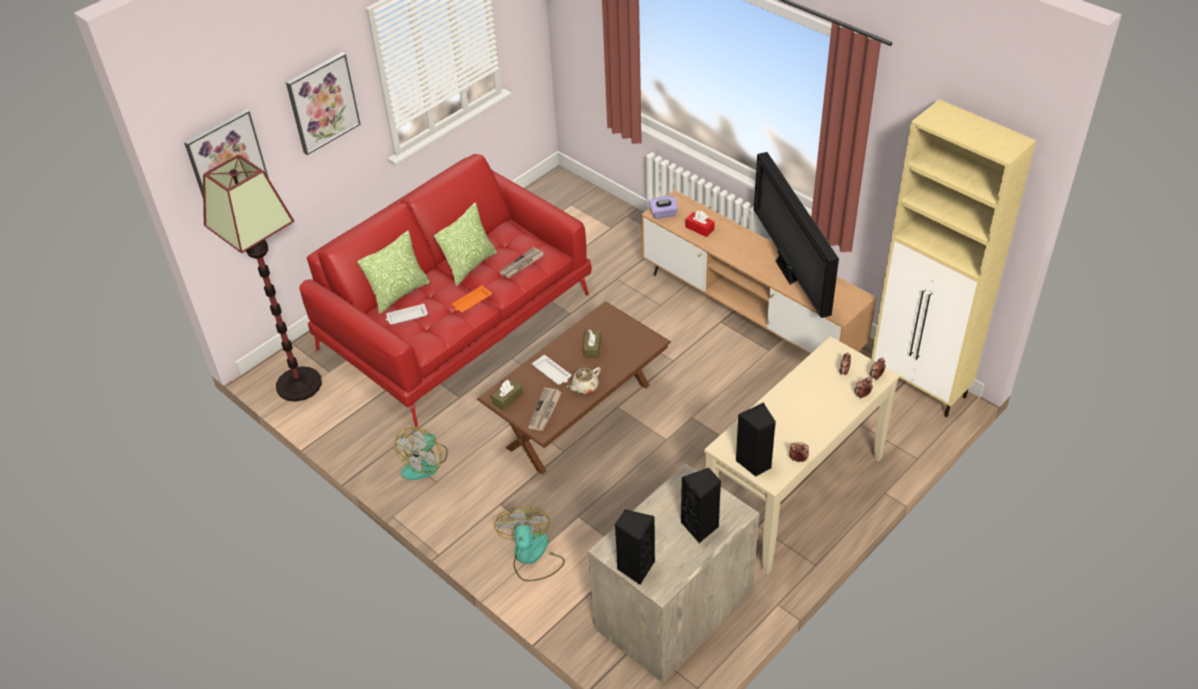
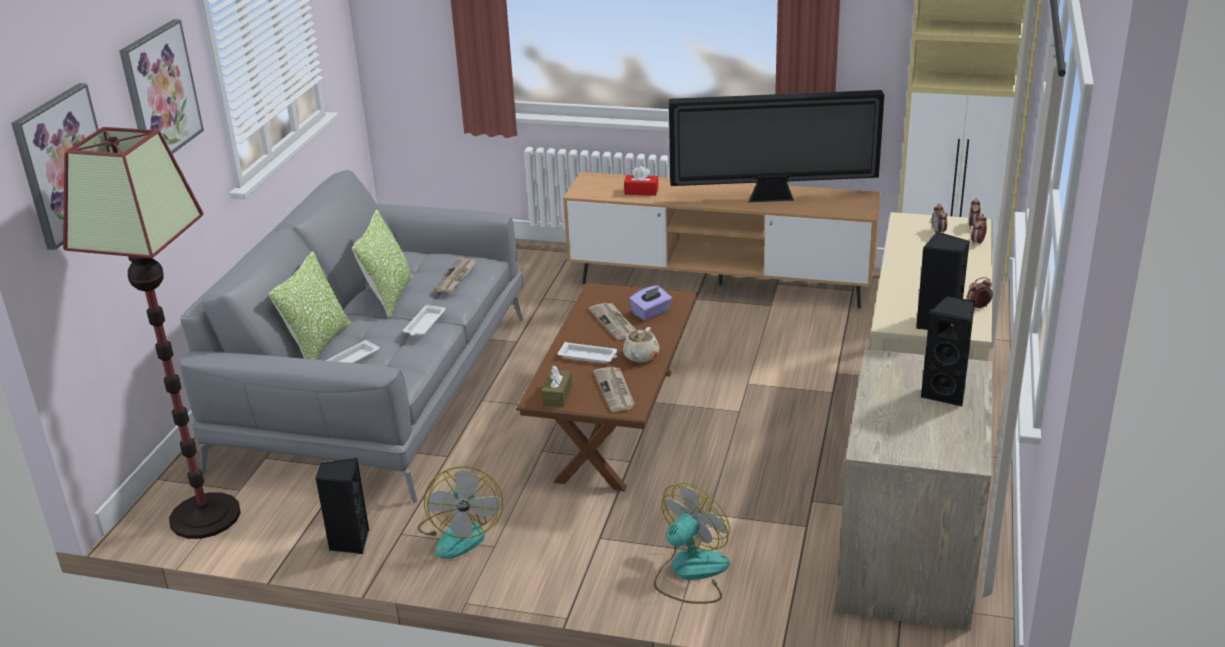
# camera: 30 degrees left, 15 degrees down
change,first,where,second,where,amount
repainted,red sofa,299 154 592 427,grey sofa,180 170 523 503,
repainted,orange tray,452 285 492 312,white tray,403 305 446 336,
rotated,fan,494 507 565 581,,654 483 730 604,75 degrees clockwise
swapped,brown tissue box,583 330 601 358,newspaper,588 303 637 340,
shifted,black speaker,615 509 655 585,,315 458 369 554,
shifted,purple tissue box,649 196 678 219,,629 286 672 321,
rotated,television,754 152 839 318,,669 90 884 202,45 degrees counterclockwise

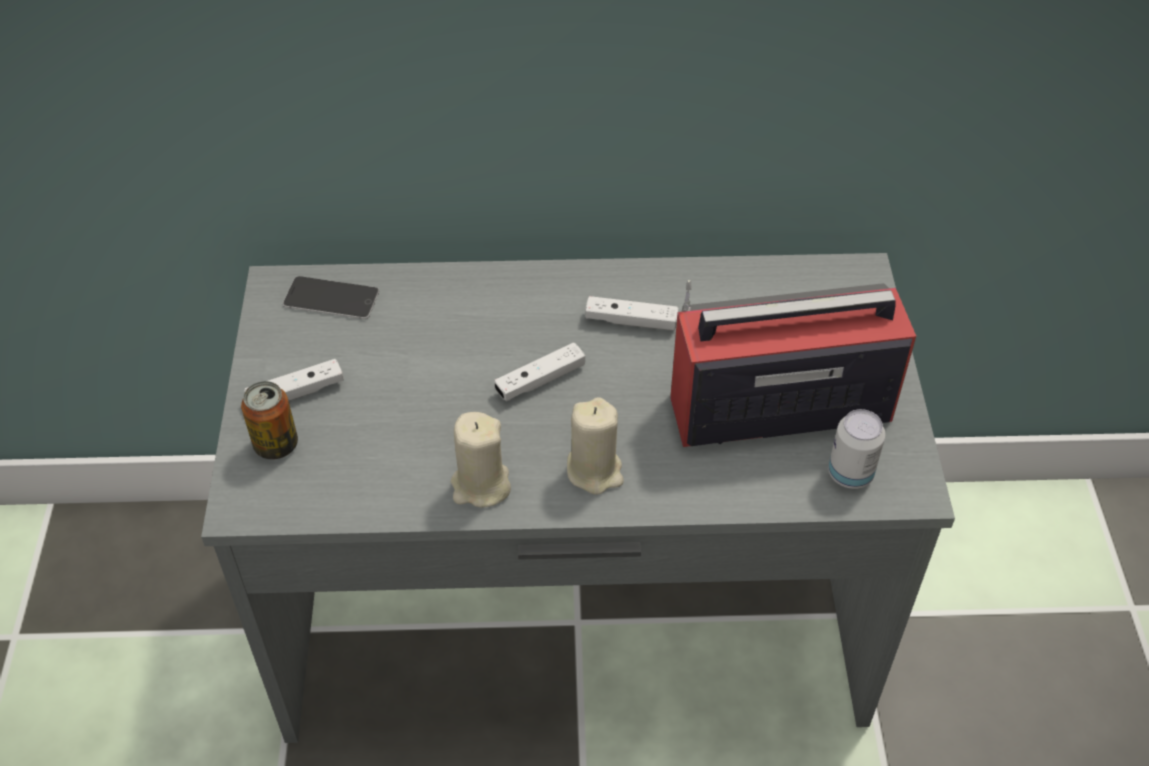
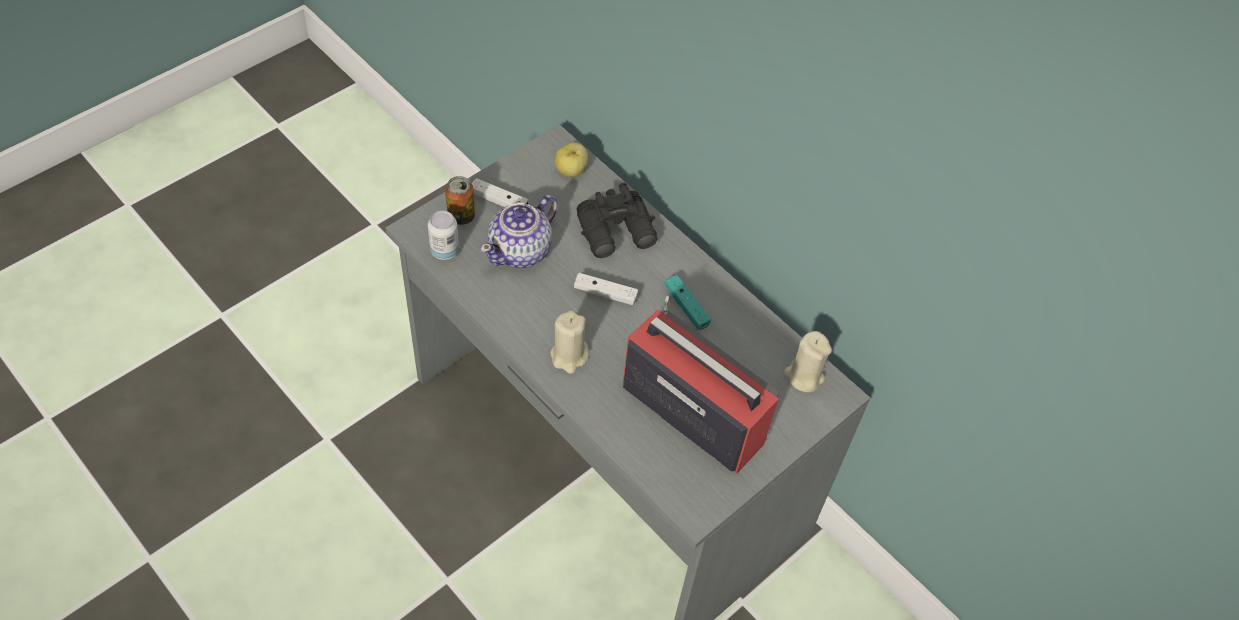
# camera: 45 degrees right, 5 degrees up
change,first,where,second,where,amount
swapped,phone,283 276 379 319,apple,555 143 588 177,
shifted,beige candle,451 412 511 508,,783 331 832 392,
repainted,white game controller,585 296 679 331,turquoise game controller,664 275 711 330,
shifted,can,828 409 885 489,,428 211 459 260,
new,,,teapot,480 195 558 268,
new,,,black binoculars,577 182 657 258,

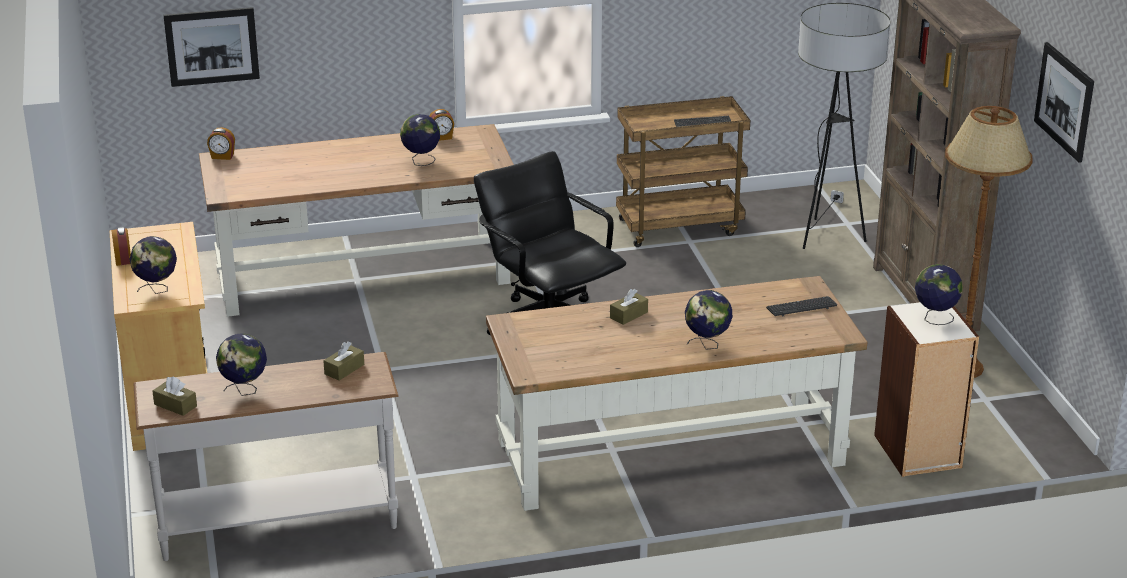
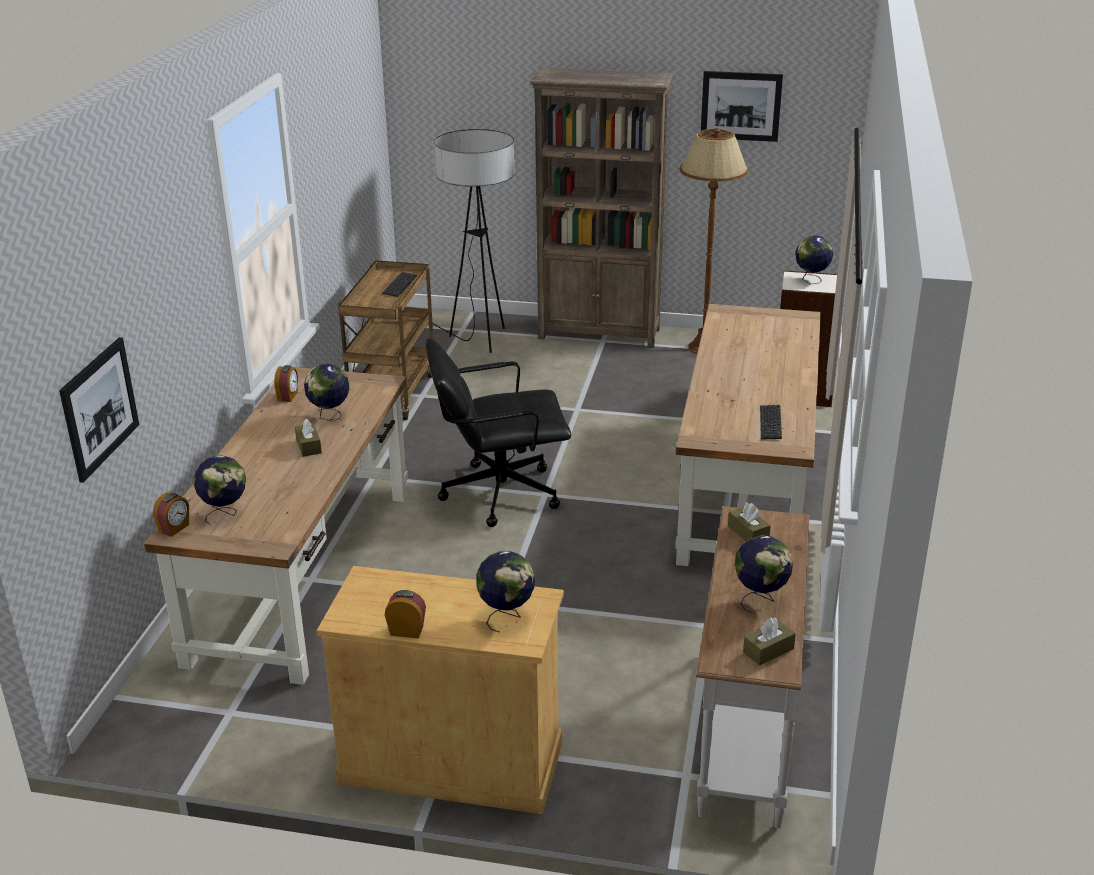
# camera: 65 degrees left, 0 degrees up
change,first,where,second,where,amount
shifted,brown tissue box,610 289 648 325,,295 419 322 457,
shifted,globe,685 290 732 350,,194 455 246 525,
shifted,keyboard,766 296 838 317,,760 405 782 440,

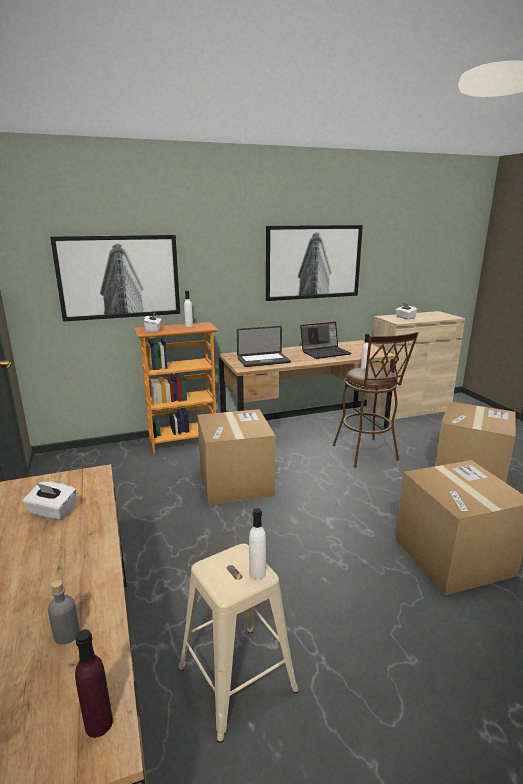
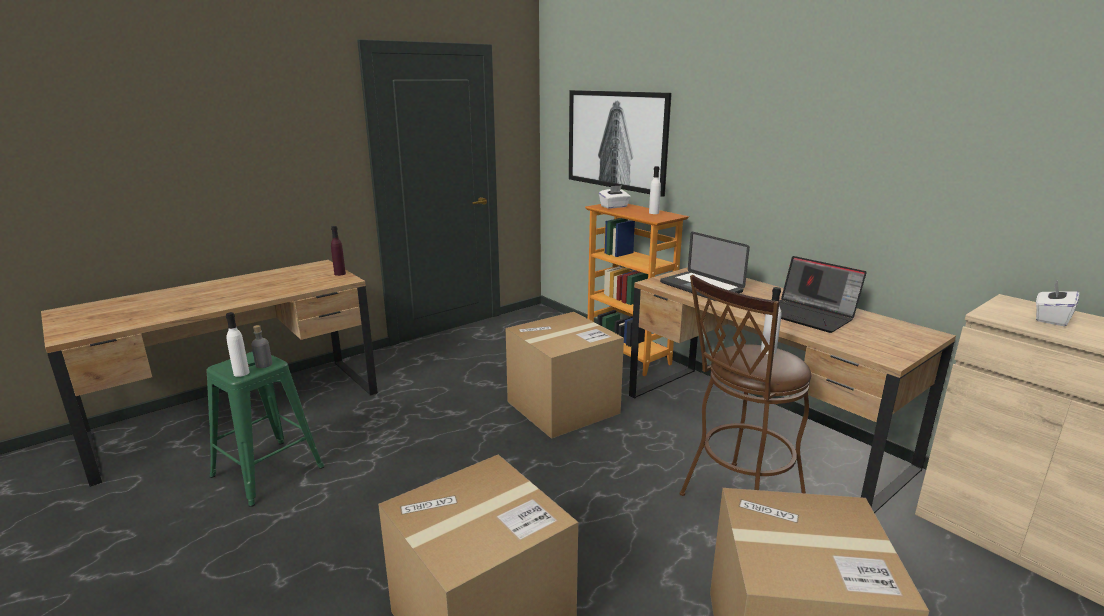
# camera: 70 degrees right, 0 degrees up
change,first,where,second,where,amount
gone,white tissue box,23 481 77 520,,,
shifted,grey bottle,48 579 80 645,,251 325 272 368,
shifted,purple bottle,75 629 113 738,,331 226 346 276,
repainted,beige stool,178 544 299 743,green stool,206 351 325 507,
gone,picture,266 225 363 301,,,

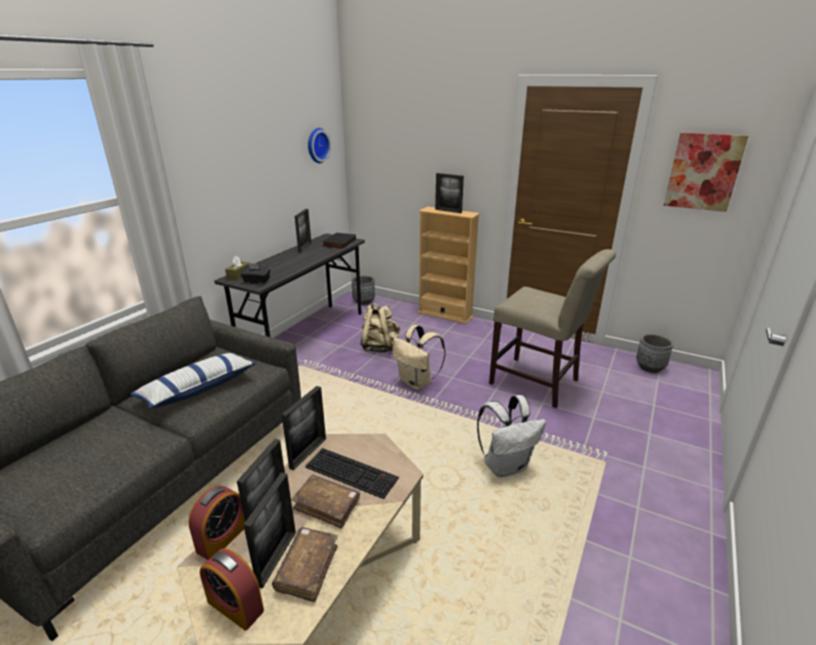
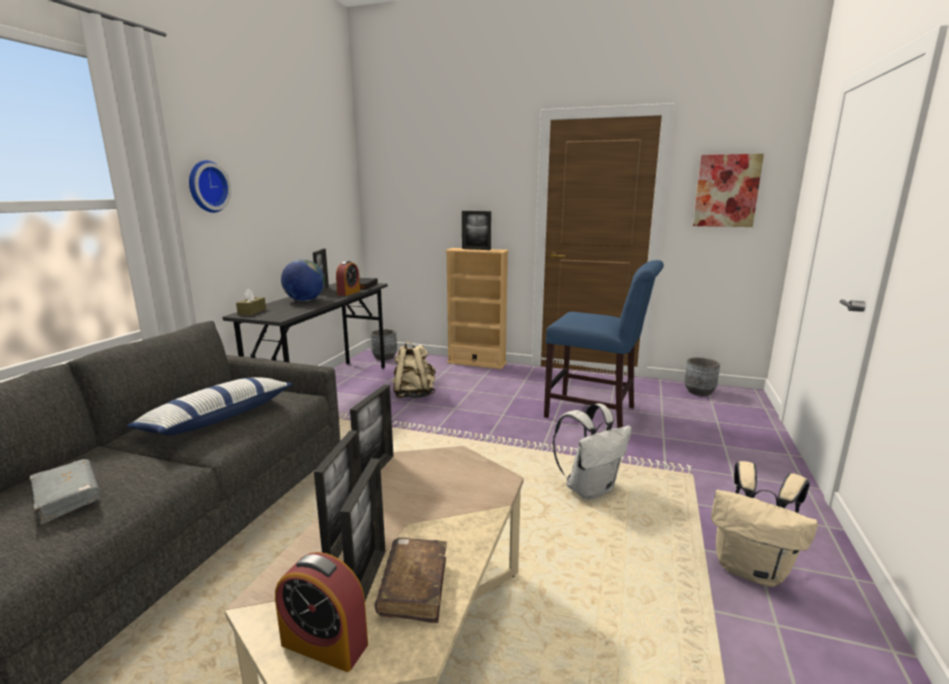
# camera: 10 degrees left, 10 degrees down
change,first,where,second,where,amount
shifted,alarm clock,189 485 245 560,,336 261 360 296,
gone,black tissue box,240 263 270 284,,,
gone,brown book,291 475 360 529,,,
gone,keyboard,305 448 399 499,,,
shifted,wall clock,308 128 331 163,,189 160 232 213,
shifted,beige backpack,392 325 446 390,,711 461 818 587,
repainted,beige chair,489 249 616 408,blue chair,544 260 664 428,
new,,,grey book,30 459 101 525,
new,,,globe,281 259 325 301,

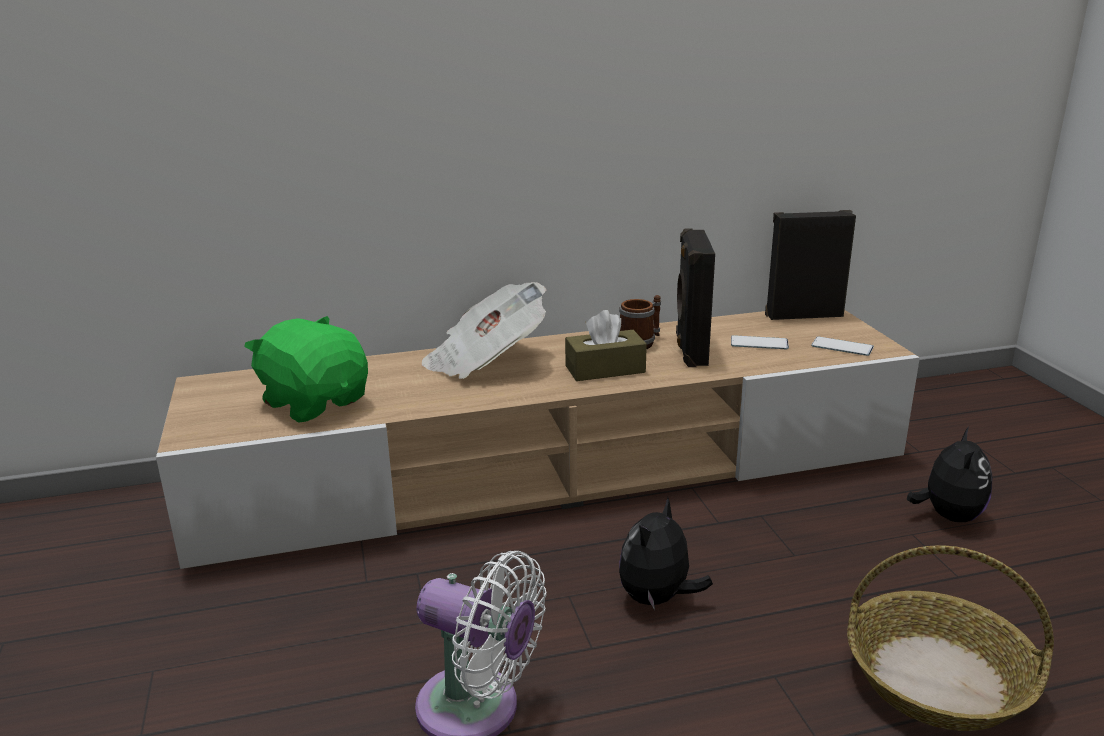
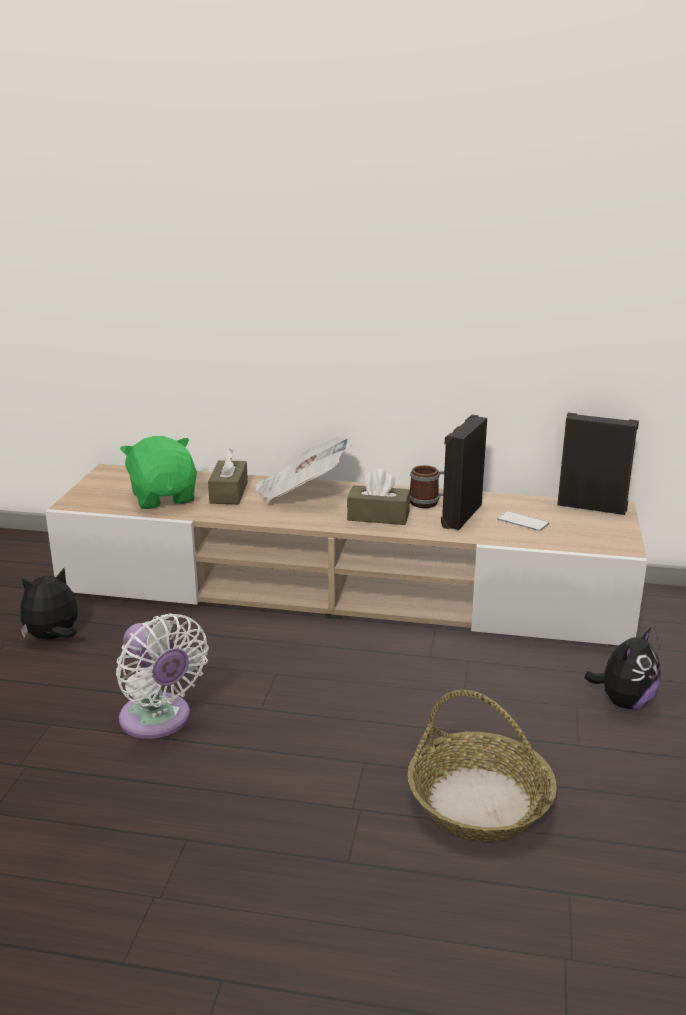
# camera: 25 degrees right, 0 degrees up
change,first,where,second,where,amount
shifted,plush toy,619 497 713 610,,20 568 78 639,
gone,phone,811 337 874 356,,,
new,,,brown tissue box,208 448 248 504,

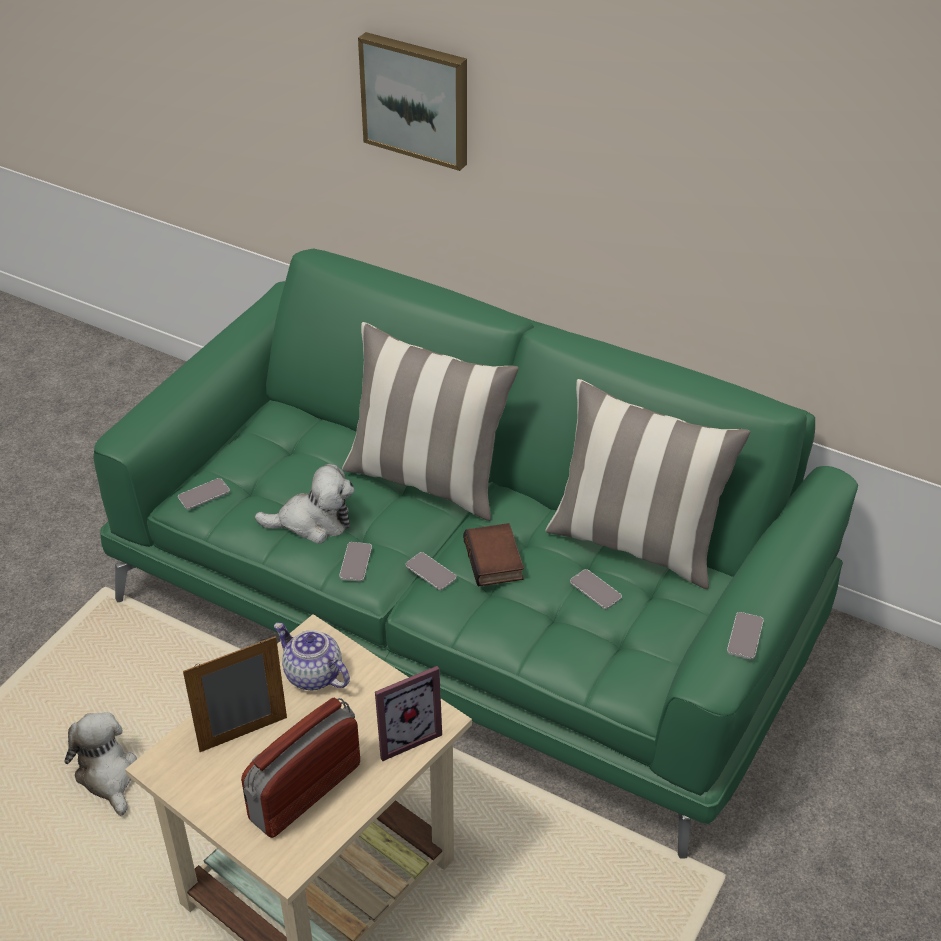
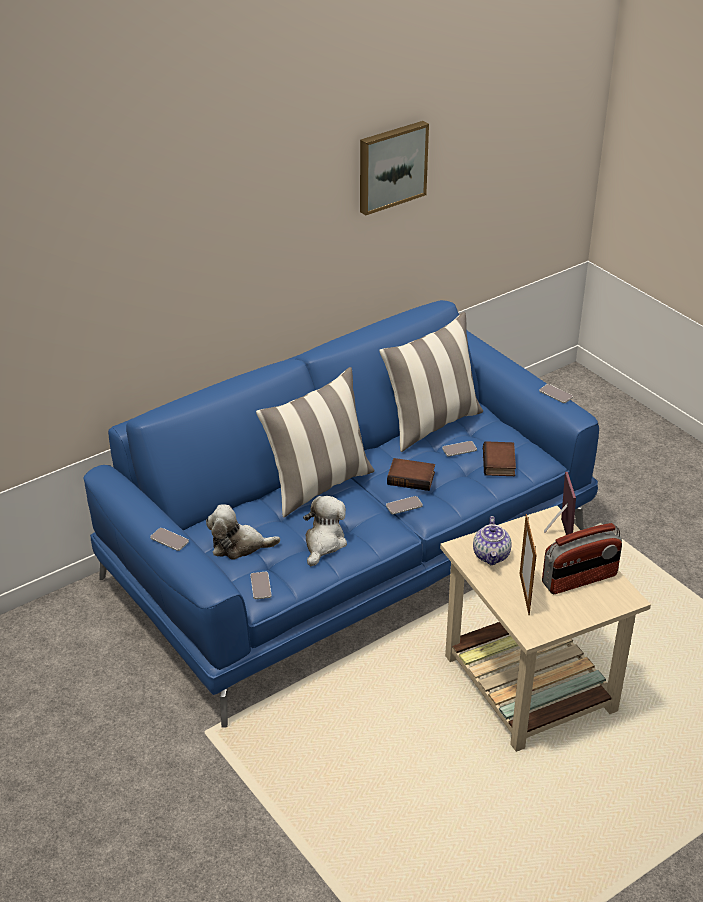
# camera: 65 degrees left, 5 degrees down
change,first,where,second,where,amount
shifted,plush toy,65 712 137 816,,206 504 280 560,
repainted,green sofa,93 248 858 859,blue sofa,83 300 599 728,
rotated,radio,241 698 360 838,,542 523 622 594,90 degrees counterclockwise
rotated,teapot,274 623 350 690,,473 516 511 565,60 degrees counterclockwise
shifted,phone,339 542 372 581,,150 528 189 551,
shifted,picture,358 32 467 171,,360 121 429 215,
new,,,book,483 441 516 476,

